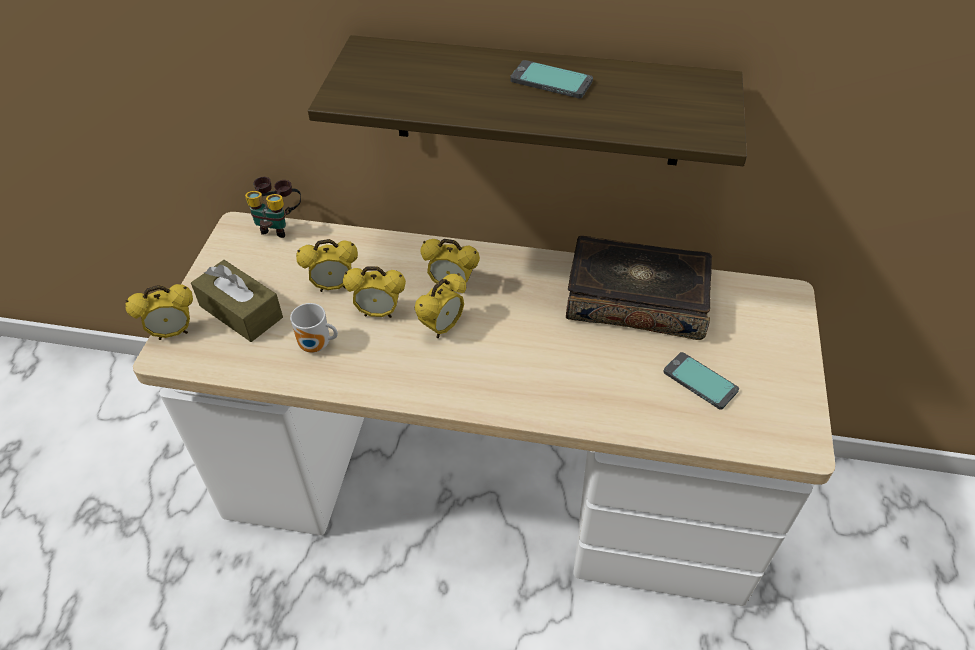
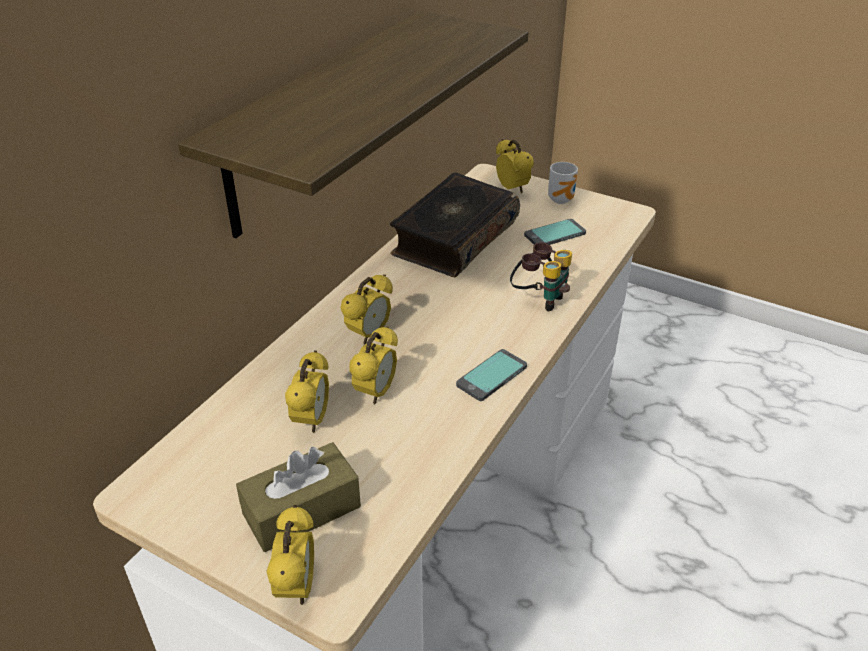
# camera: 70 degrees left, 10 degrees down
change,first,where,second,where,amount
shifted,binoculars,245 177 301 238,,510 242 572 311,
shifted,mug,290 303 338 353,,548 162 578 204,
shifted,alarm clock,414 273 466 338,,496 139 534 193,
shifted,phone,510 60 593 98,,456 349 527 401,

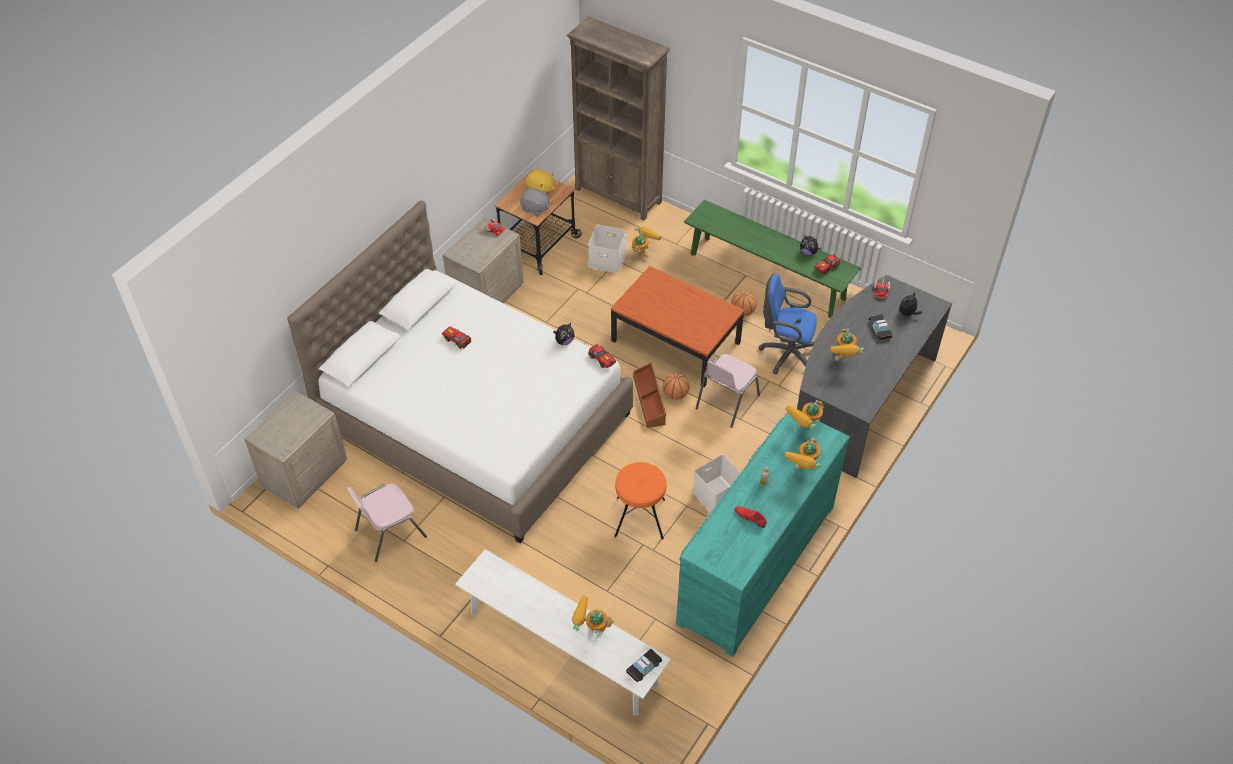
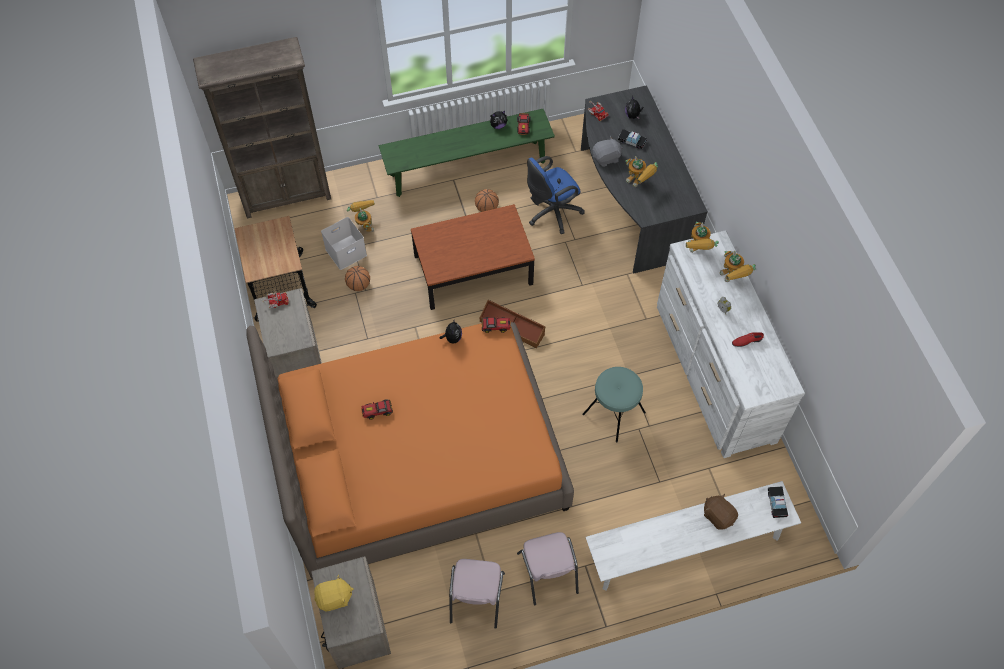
# camera: 50 degrees left, 10 degrees up
change,first,where,second,where,amount
repainted,white bed,287 201 633 543,orange bed,246 322 574 579,
shifted,grey plush toy,520 188 550 217,,592 136 623 167,
shifted,yellow plush toy,526 169 554 193,,314 575 354 611,
swapped,toy robot,572 595 614 633,brown plush toy,704 493 738 530,
repainted,orange stool,614 462 666 540,turquoise stool,582 367 646 442,
shifted,basketball,663 373 690 400,,345 266 370 291,
repainted,turquoise dresser,676 412 850 657,white dresser,657 230 805 458,
gone,white storage box,693 454 740 513,,,
shifted,pink chair,696 354 760 428,,517 532 579 606,

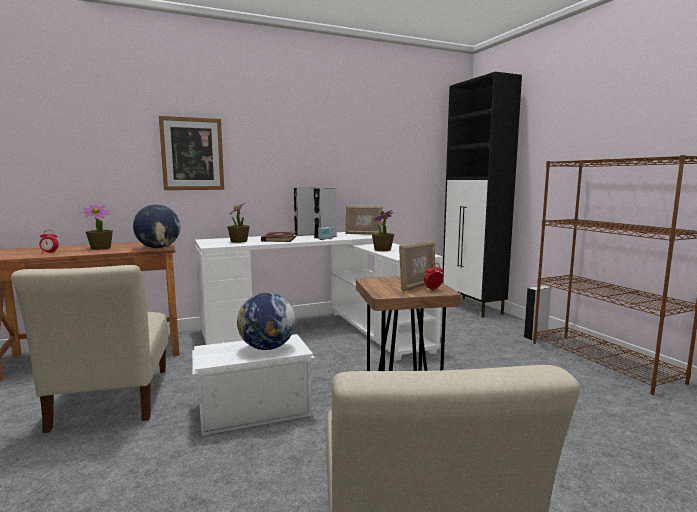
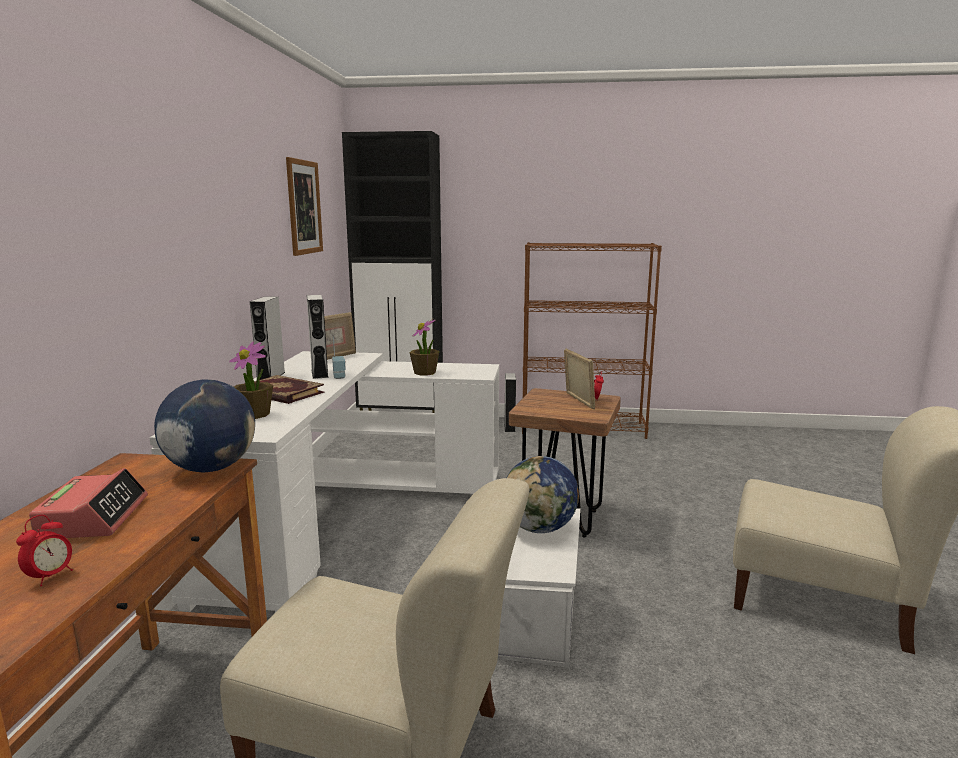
# camera: 60 degrees left, 5 degrees up
change,first,where,second,where,amount
swapped,potted plant,83 204 113 250,alarm clock,29 468 148 538,
shifted,picture,159 116 224 190,,286 157 323 256,

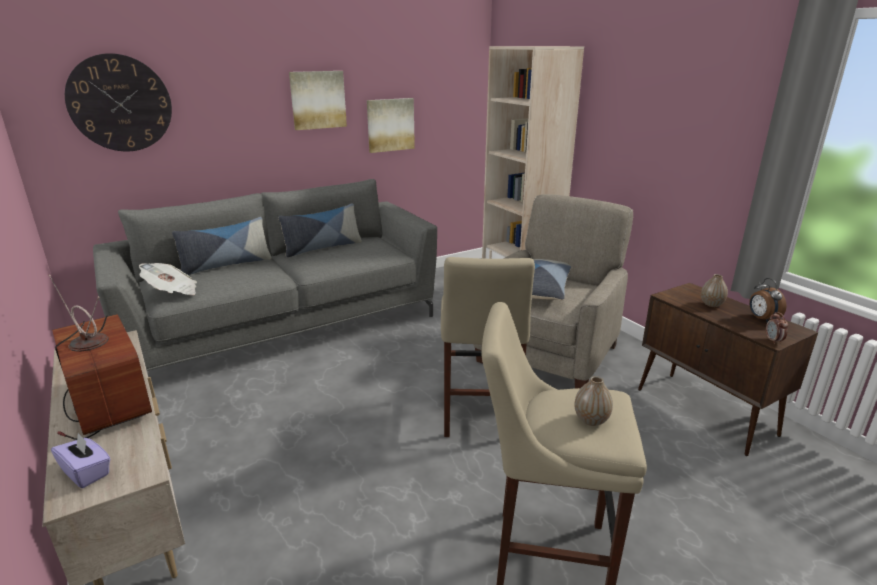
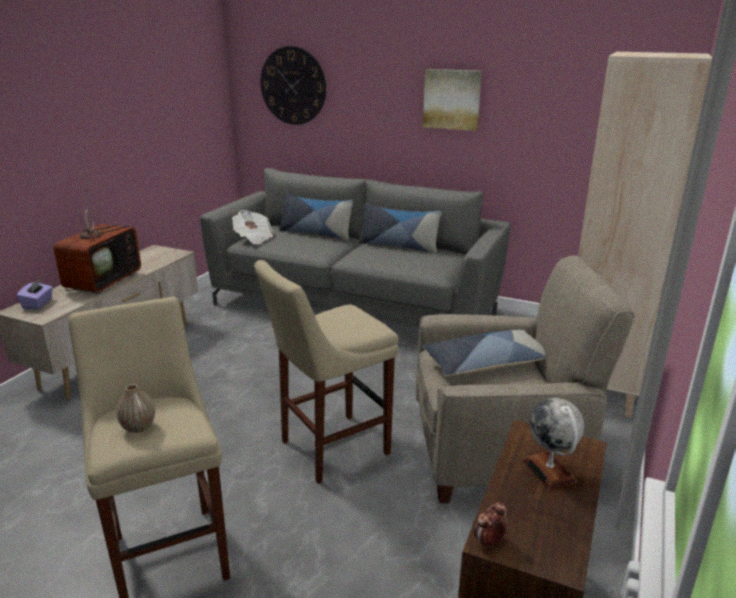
# camera: 55 degrees right, 0 degrees up
change,first,where,second,where,amount
gone,picture,367 98 415 153,,,
swapped,vase,701 274 728 307,globe,523 398 584 490,
gone,alarm clock,749 278 787 322,,,

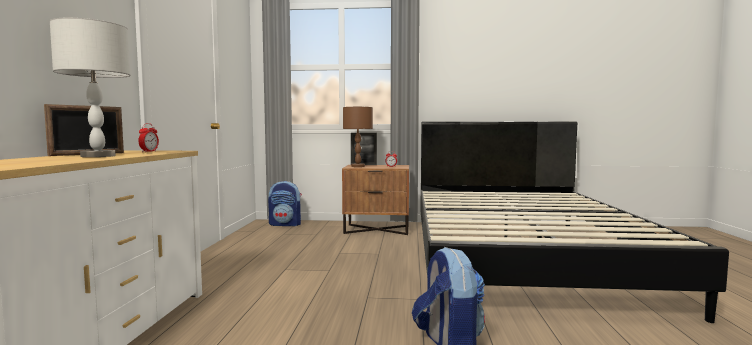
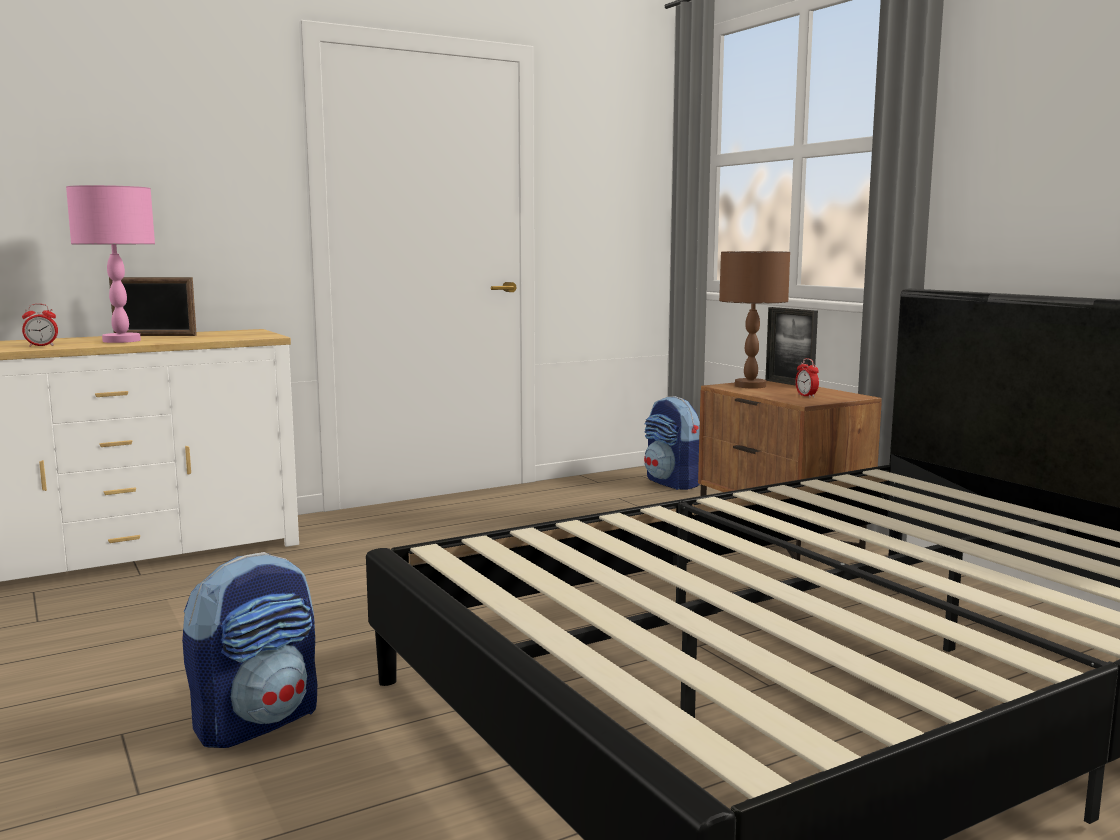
# camera: 55 degrees right, 5 degrees up
change,first,where,second,where,amount
repainted,grey table lamp,50 18 131 157,pink table lamp,66 185 155 343,
shifted,alarm clock,138 123 159 152,,22 304 58 347,

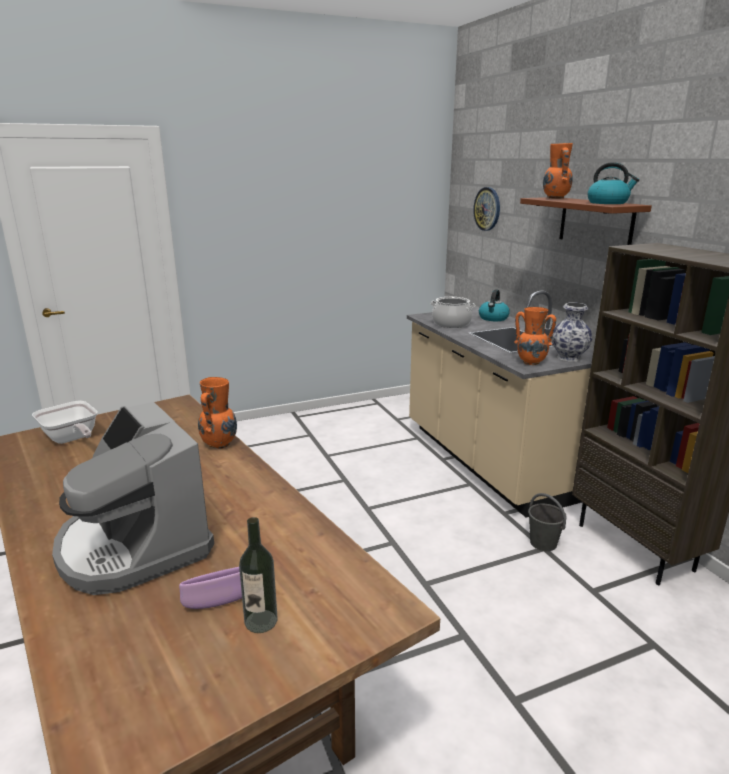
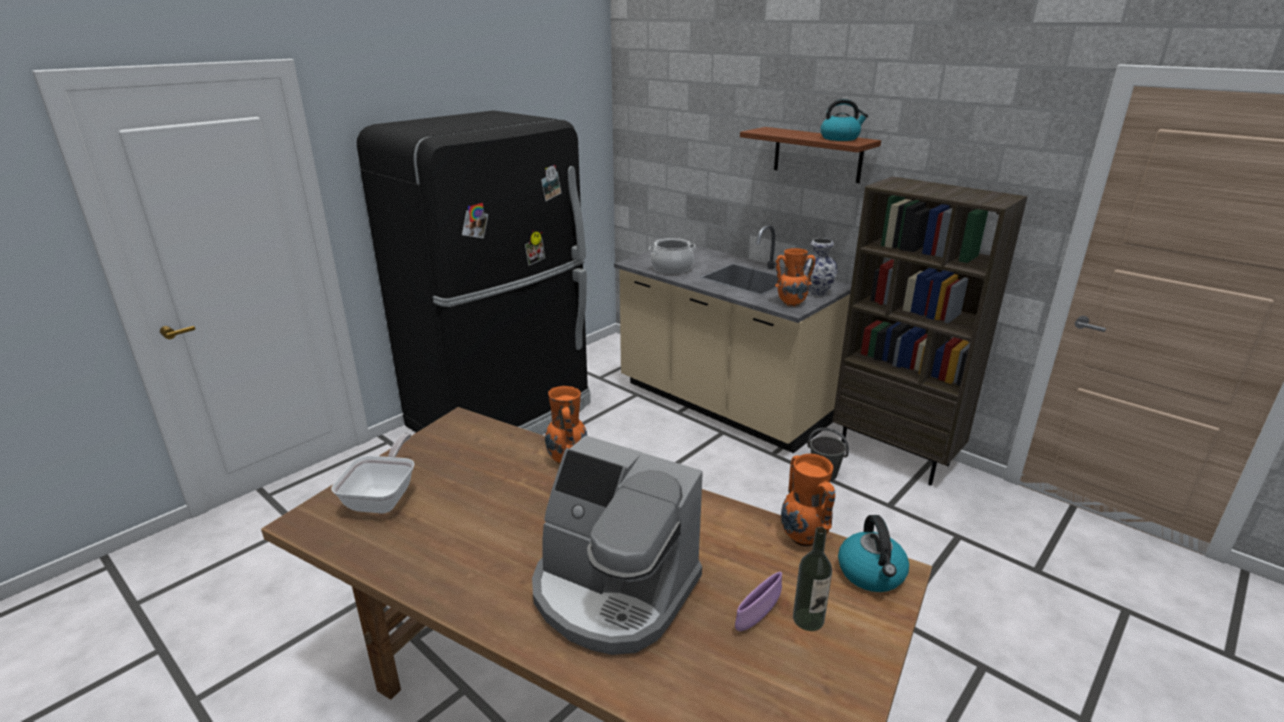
# camera: 25 degrees left, 5 degrees up
change,first,where,second,where,amount
rotated,frying pan,32 401 98 444,,331 433 414 514,105 degrees counterclockwise
gone,wall clock,473 187 500 231,,,
shifted,kettle,479 289 510 321,,838 515 909 592,
shifted,orange vase,543 143 573 199,,781 454 835 547,
new,,,black fridge,357 110 591 435,

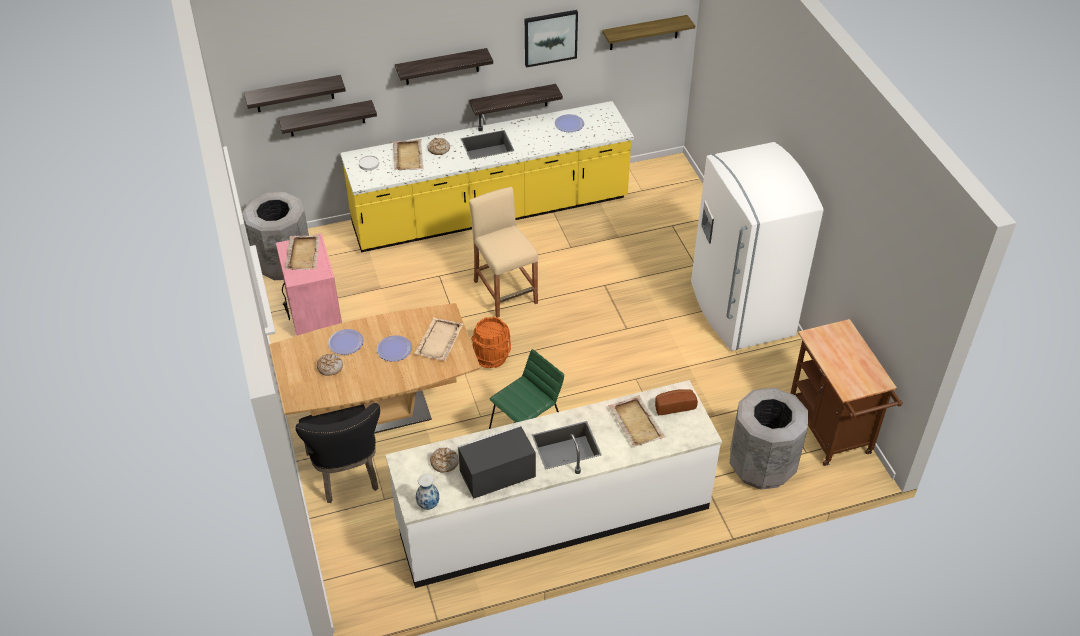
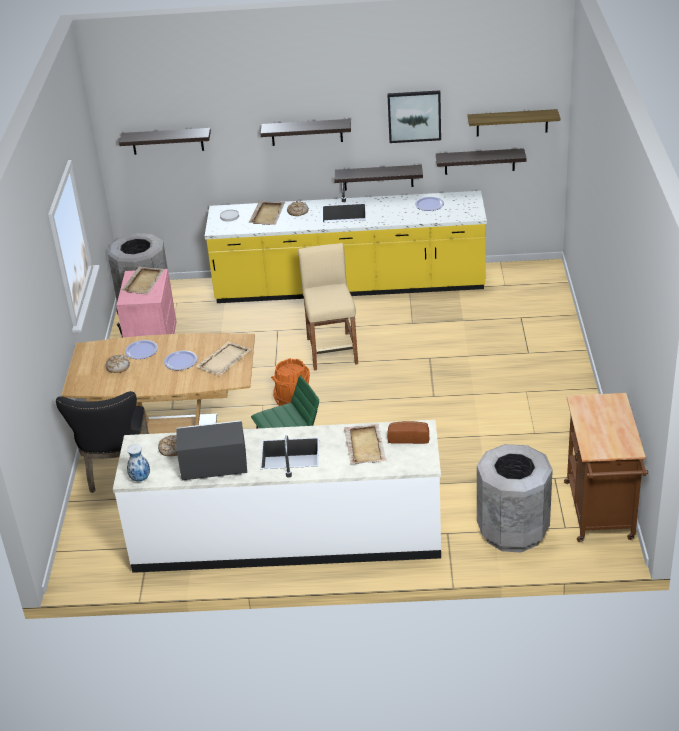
# camera: 20 degrees right, 10 degrees down
change,first,where,second,where,amount
shifted,shelf,278 100 377 137,,436 148 527 175,
gone,white fridge,691 142 824 351,,,

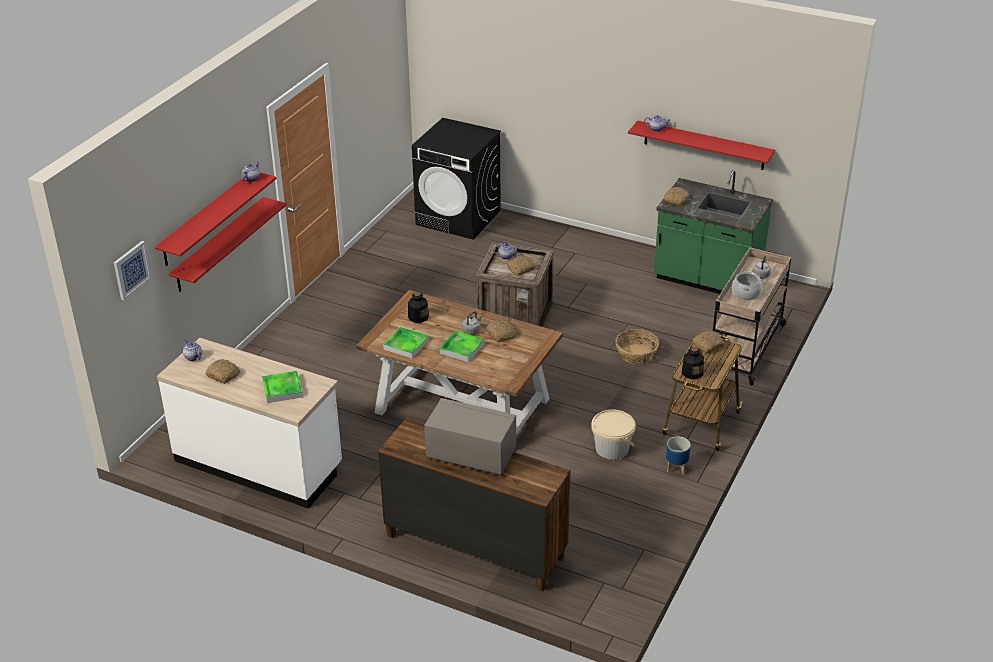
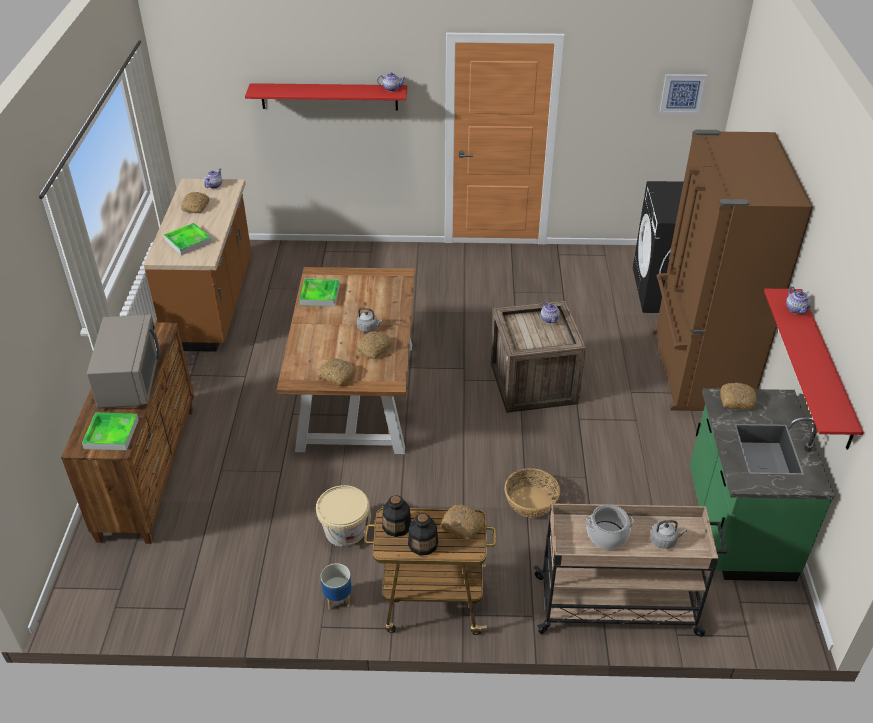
# camera: 65 degrees right, 5 degrees up
change,first,where,second,where,amount
shifted,picture,114 241 151 300,,660 74 707 114,
repainted,white counter,157 338 342 509,brown counter,144 179 251 352,
gone,red shelf,169 197 287 292,,,
shifted,bottle,408 292 429 323,,408 513 438 555,
shifted,tray,439 331 484 362,,82 413 139 450,
shifted,bread,507 255 536 276,,318 358 356 386,
new,,,brown fridge,652 130 813 411,

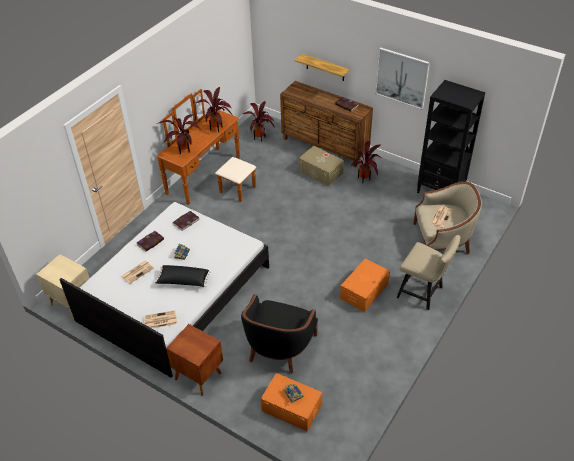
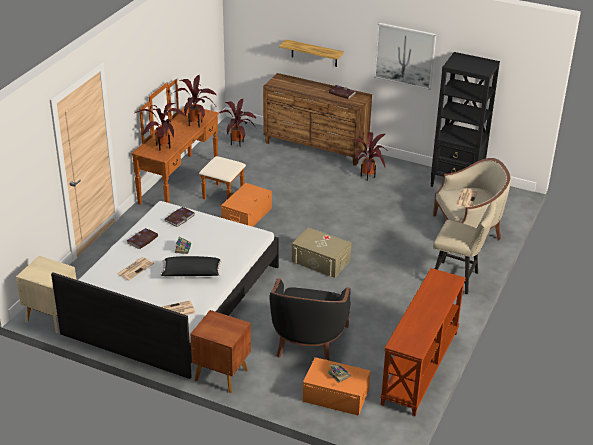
# camera: 10 degrees left, 10 degrees down
change,first,where,second,where,amount
shifted,beige storage box,299 146 344 186,,292 228 351 278,
shifted,orange storage box,340 258 390 312,,221 183 272 227,
new,,,brown console table,380 268 466 416,

